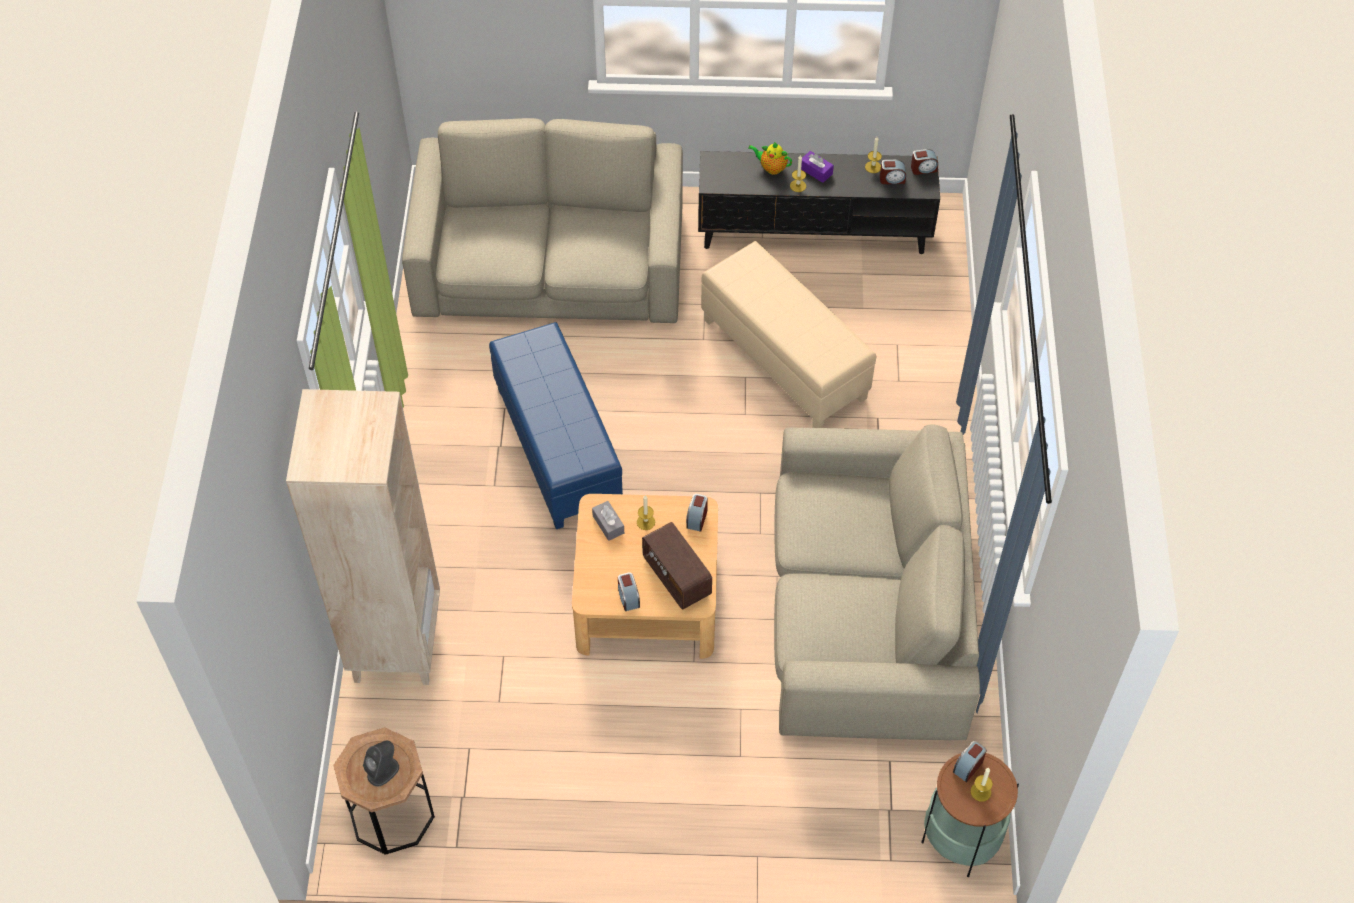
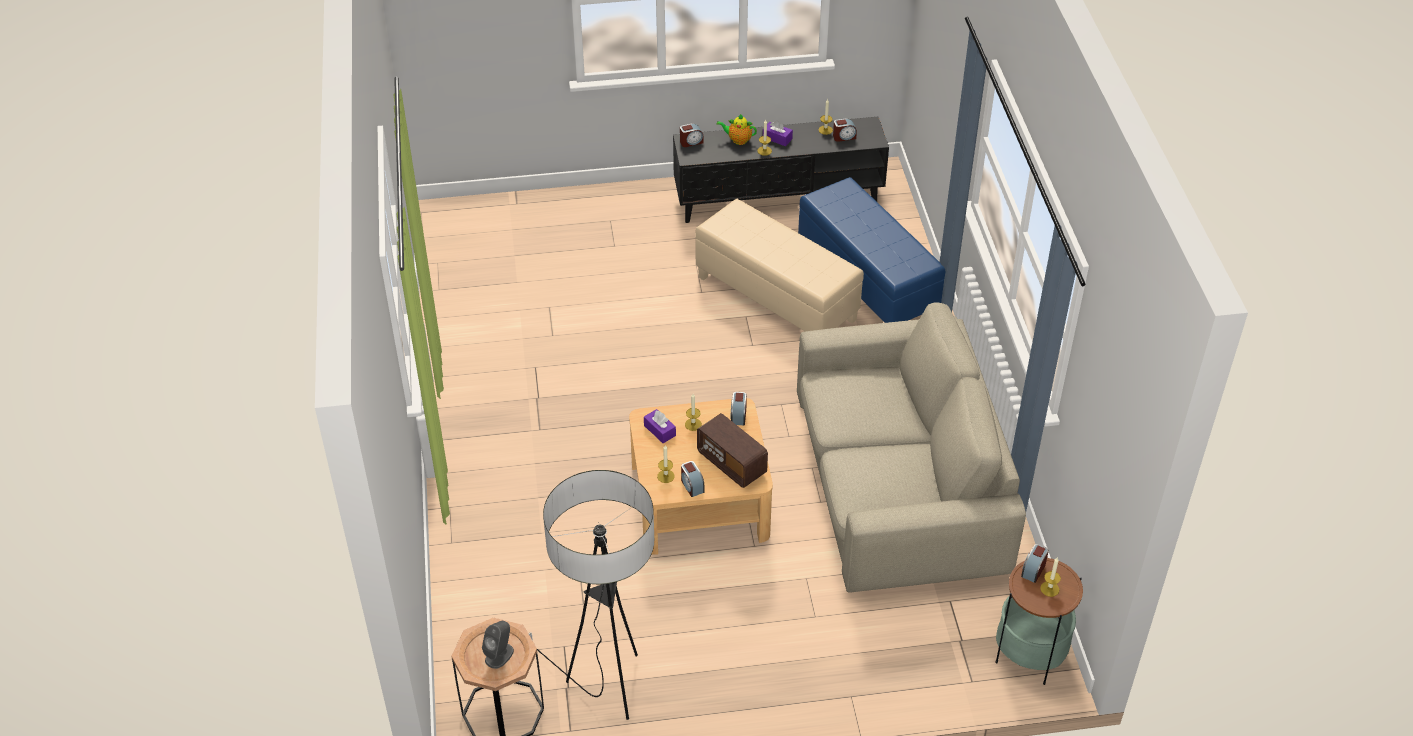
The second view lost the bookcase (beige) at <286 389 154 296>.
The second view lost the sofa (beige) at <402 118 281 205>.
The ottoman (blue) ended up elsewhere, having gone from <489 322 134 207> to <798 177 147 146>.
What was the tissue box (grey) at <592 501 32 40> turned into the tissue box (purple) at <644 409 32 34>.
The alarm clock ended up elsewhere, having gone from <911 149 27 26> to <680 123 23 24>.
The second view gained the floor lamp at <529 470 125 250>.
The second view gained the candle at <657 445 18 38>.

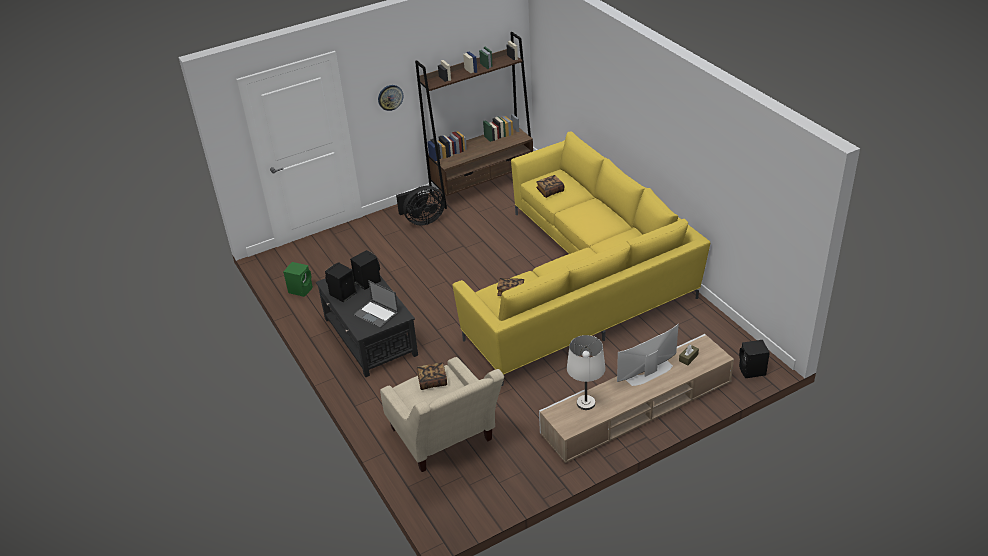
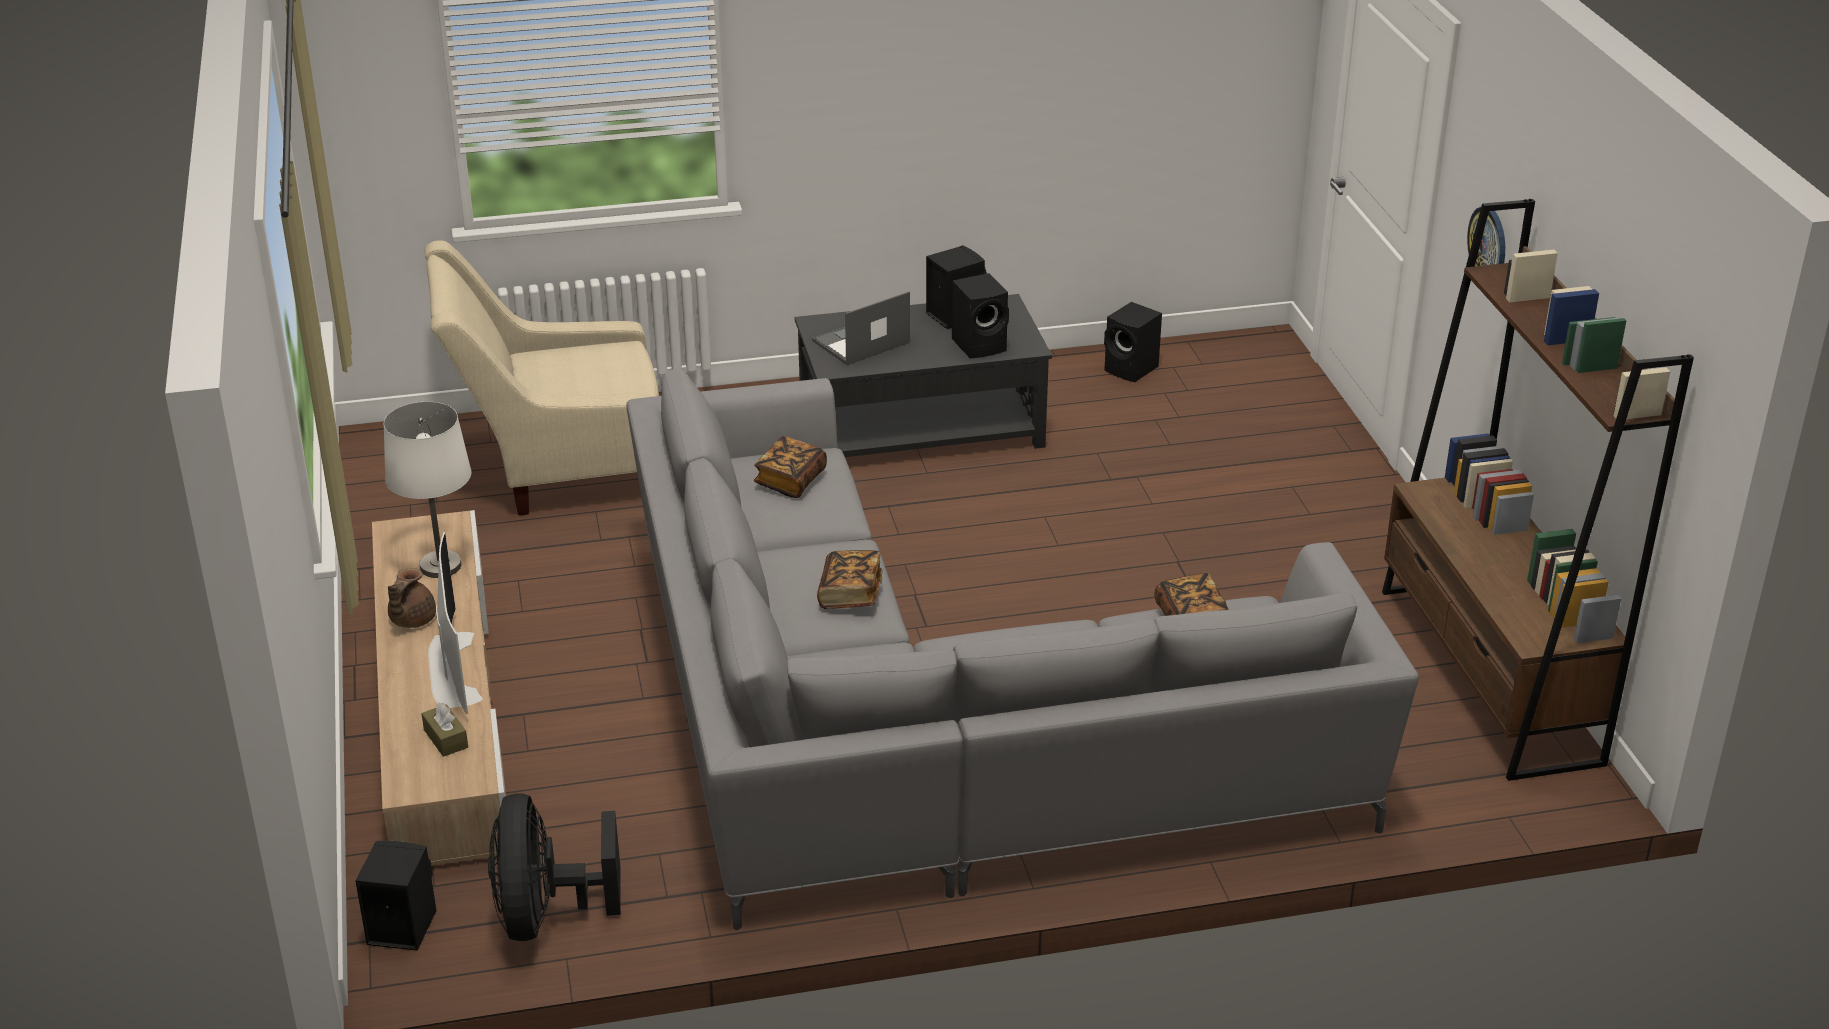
What was the speaker (green) at <283 262 30 35> turned into the speaker (black) at <1104 302 58 80>.
The fan (black) ended up elsewhere, having gone from <396 186 49 40> to <488 793 133 148>.
The book ended up elsewhere, having gone from <416 362 31 28> to <817 550 66 59>.
What was the sofa (yellow) at <452 132 258 254> turned into the sofa (grey) at <626 368 793 562>.
The second view gained the teapot (brown) at <388 568 48 60>.

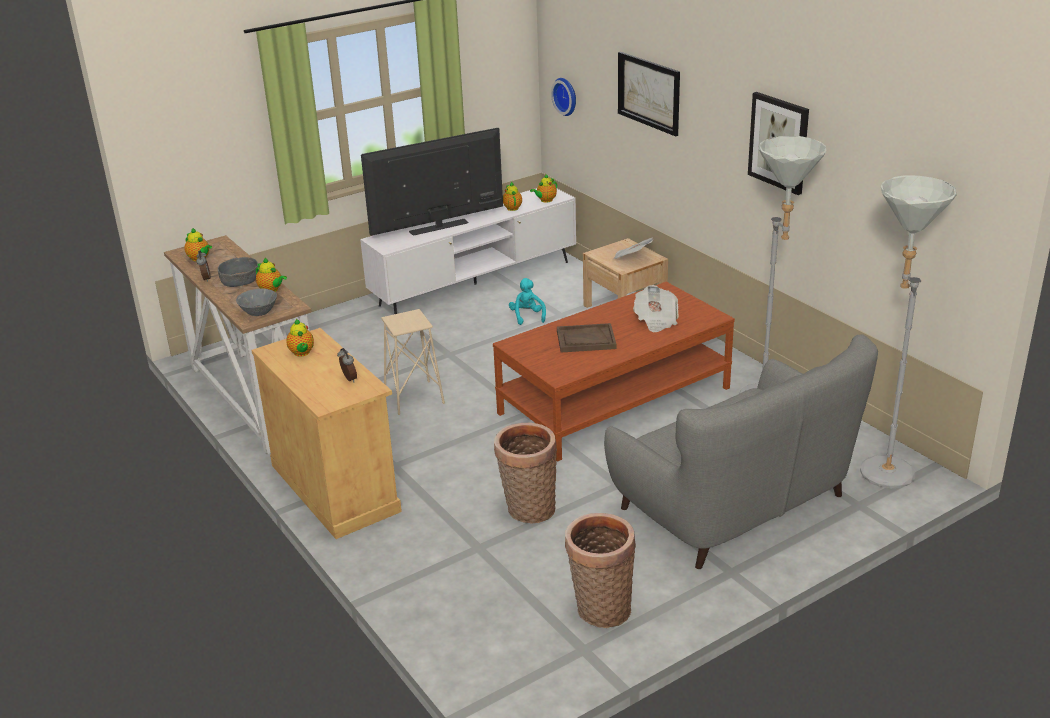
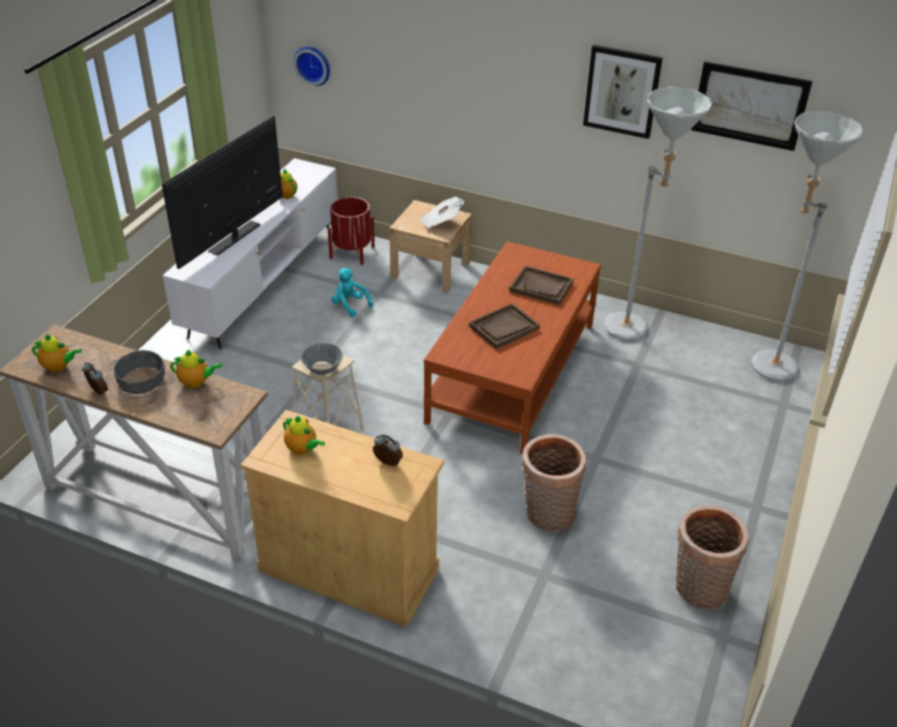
The bowl (grey) ended up elsewhere, having gone from <236 288 41 28> to <301 343 42 32>.
The second view lost the teapot at <530 174 27 29>.
The second view lost the sofa (grey) at <604 334 274 235>.
The picture ended up elsewhere, having gone from <618 52 62 85> to <691 62 122 89>.
Where the newspaper stood at <633 285 46 47>, the tray (brown) came to stand at <509 266 65 39>.
The second view gained the planter (red) at <328 197 47 68>.

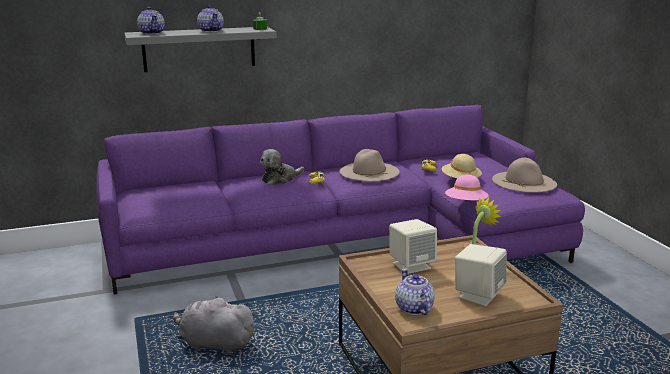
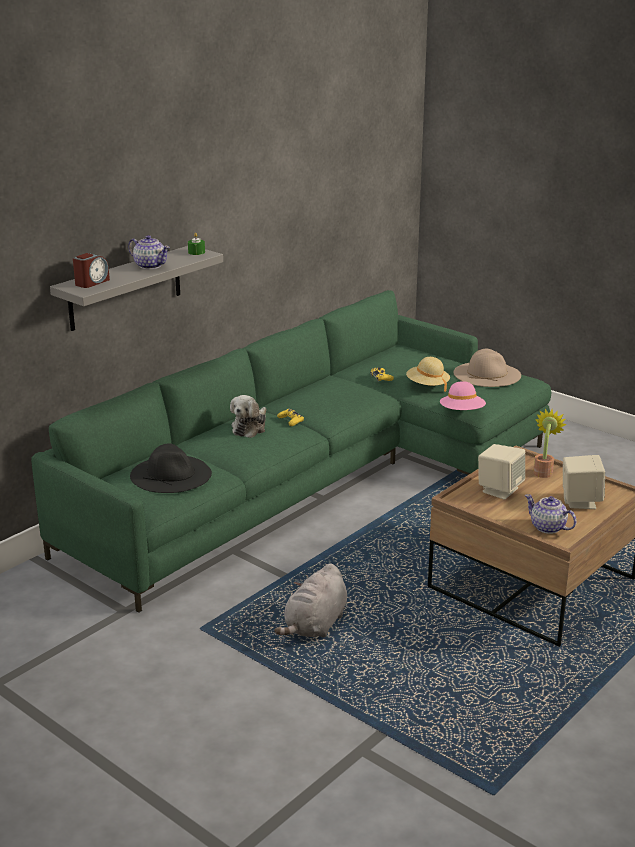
What was the sofa (purple) at <96 105 489 189> turned into the sofa (green) at <31 290 520 323>.
Where the teapot stood at <137 7 28 28>, the alarm clock came to stand at <73 253 37 35>.
The plush toy (grey) at <173 296 84 59> ended up facing another way, 45 degrees counterclockwise from before.
The second view lost the hat (beige) at <340 149 60 32>.
The second view gained the hat (black) at <130 443 82 50>.

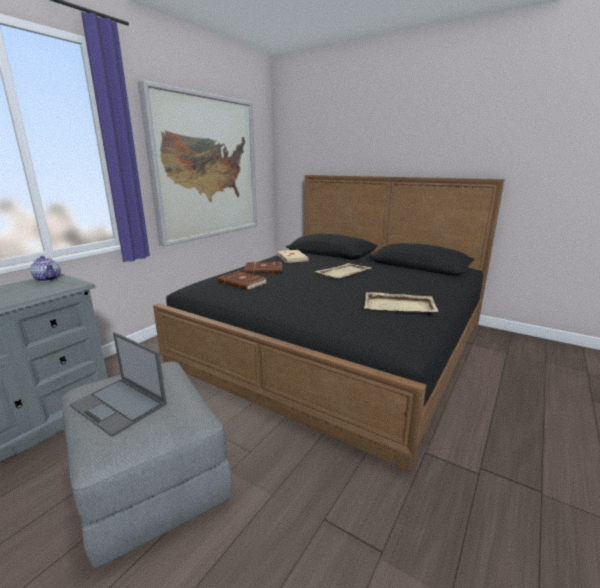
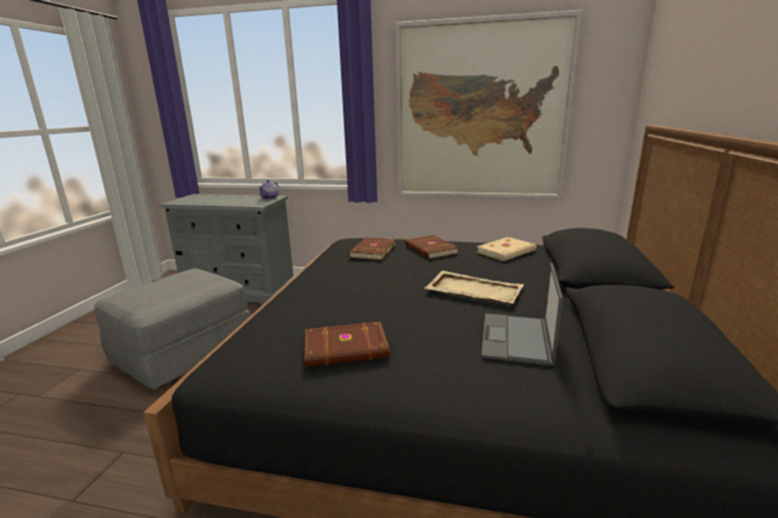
The laptop ended up elsewhere, having gone from <70 332 97 105> to <481 263 82 103>.
Where the tray (beige) stood at <364 292 75 20>, the book (brown) came to stand at <305 321 85 46>.

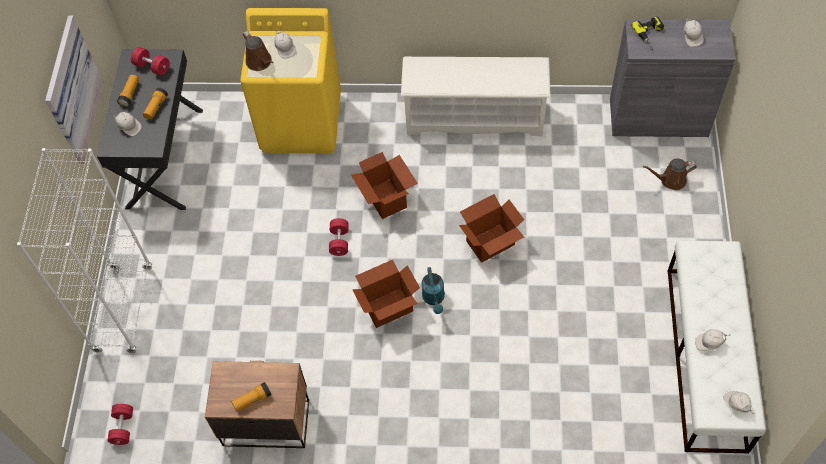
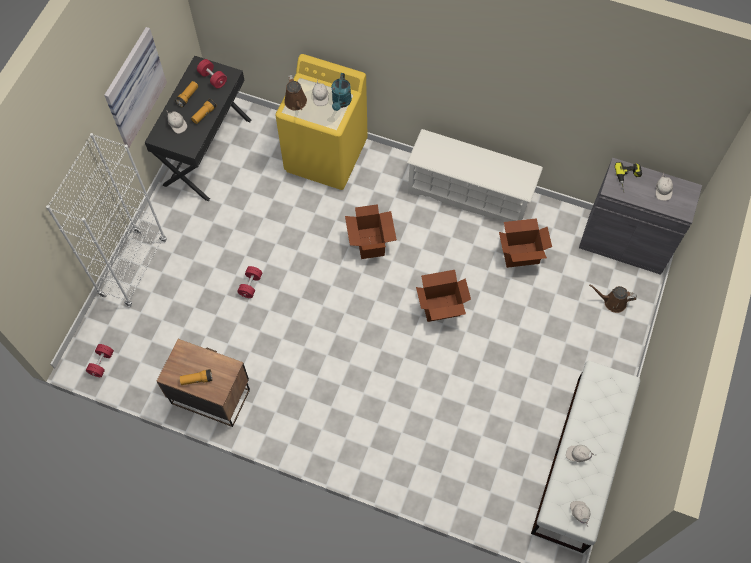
The dumbbell (red) ended up elsewhere, having gone from <329 218 20 38> to <237 266 25 32>.
The cardboard box ended up elsewhere, having gone from <352 259 68 69> to <499 218 53 50>.
The watering can (turquoise) ended up elsewhere, having gone from <421 267 24 47> to <331 73 21 38>.

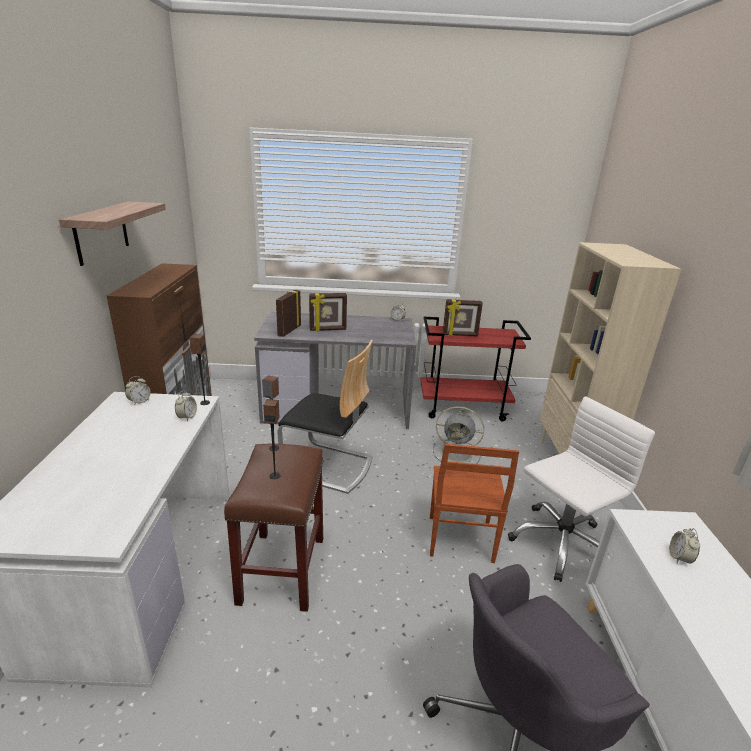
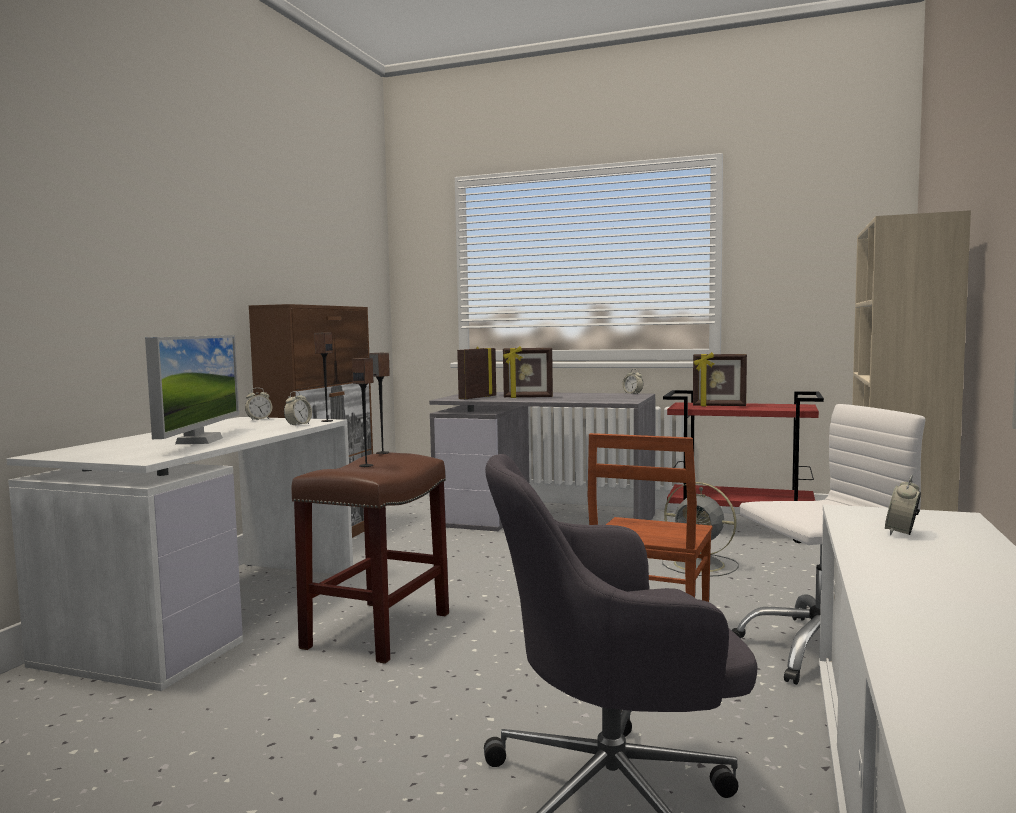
The second view lost the shelf at <59 202 107 64>.
The second view lost the chair at <277 340 96 154>.
The second view gained the monitor at <145 335 94 109>.

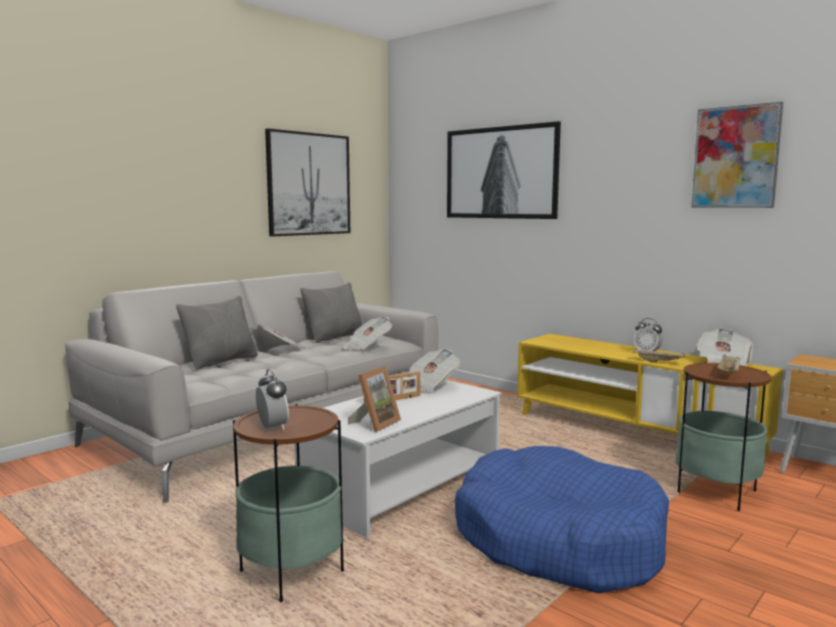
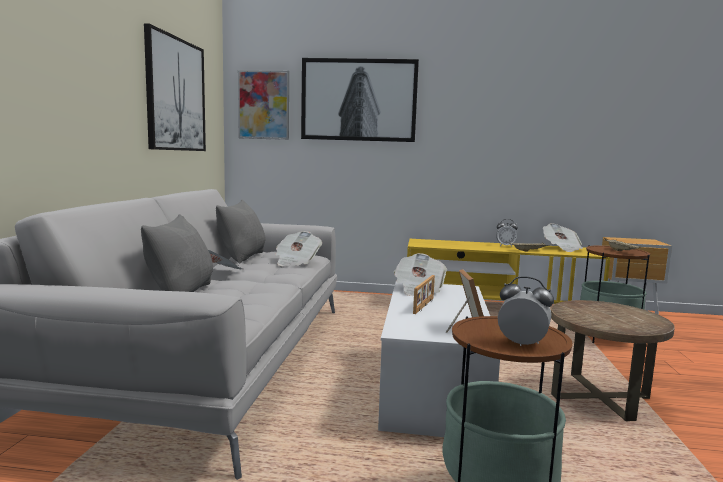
Where the dog bed (blue) stood at <455 446 214 147>, the side table (brown) came to stand at <551 300 124 121>.
The picture ended up elsewhere, having gone from <691 101 92 107> to <238 70 51 70>.

